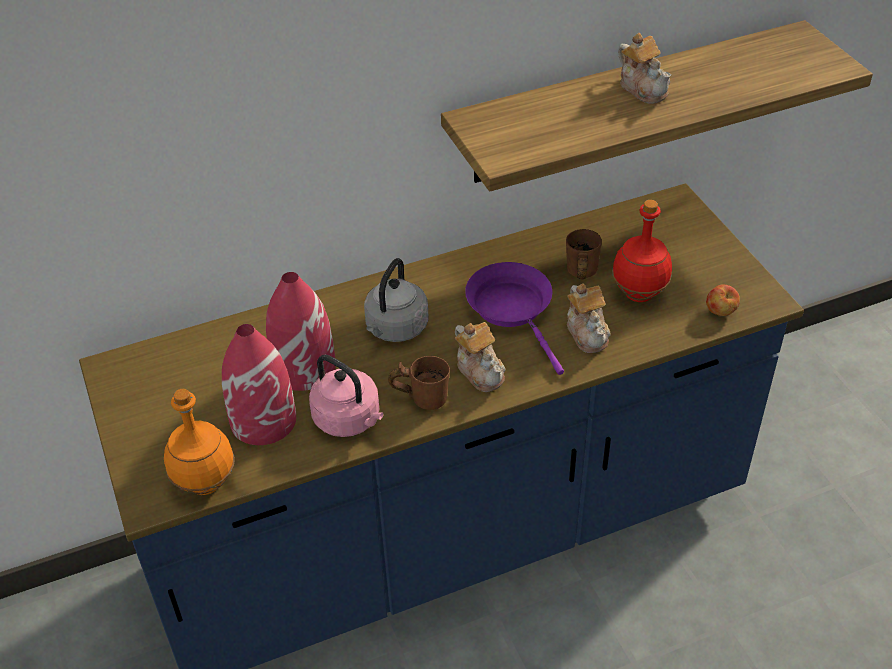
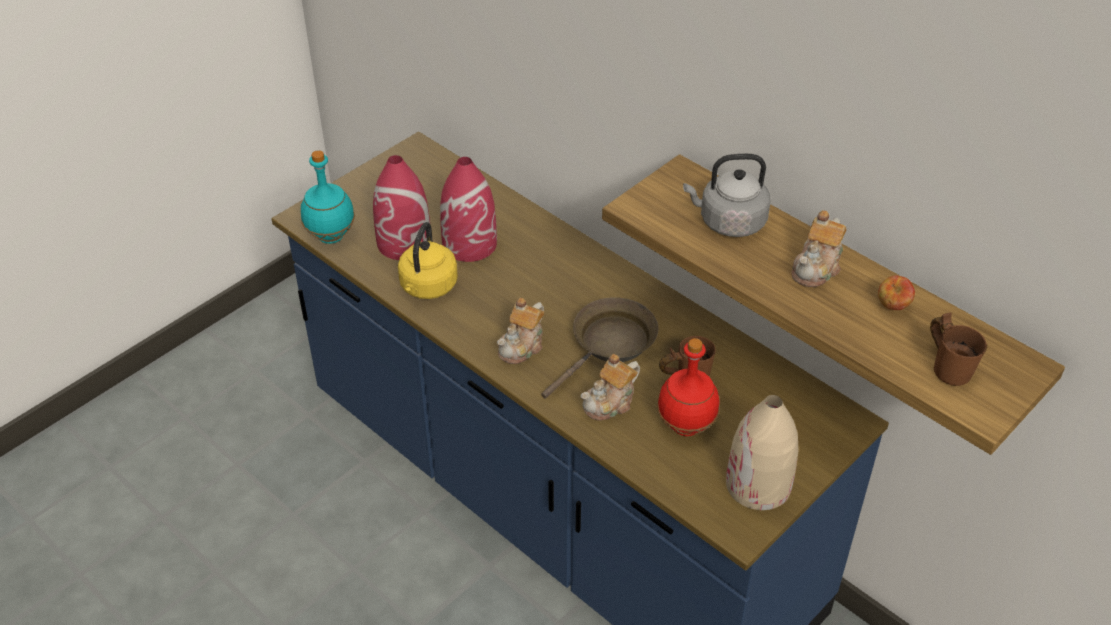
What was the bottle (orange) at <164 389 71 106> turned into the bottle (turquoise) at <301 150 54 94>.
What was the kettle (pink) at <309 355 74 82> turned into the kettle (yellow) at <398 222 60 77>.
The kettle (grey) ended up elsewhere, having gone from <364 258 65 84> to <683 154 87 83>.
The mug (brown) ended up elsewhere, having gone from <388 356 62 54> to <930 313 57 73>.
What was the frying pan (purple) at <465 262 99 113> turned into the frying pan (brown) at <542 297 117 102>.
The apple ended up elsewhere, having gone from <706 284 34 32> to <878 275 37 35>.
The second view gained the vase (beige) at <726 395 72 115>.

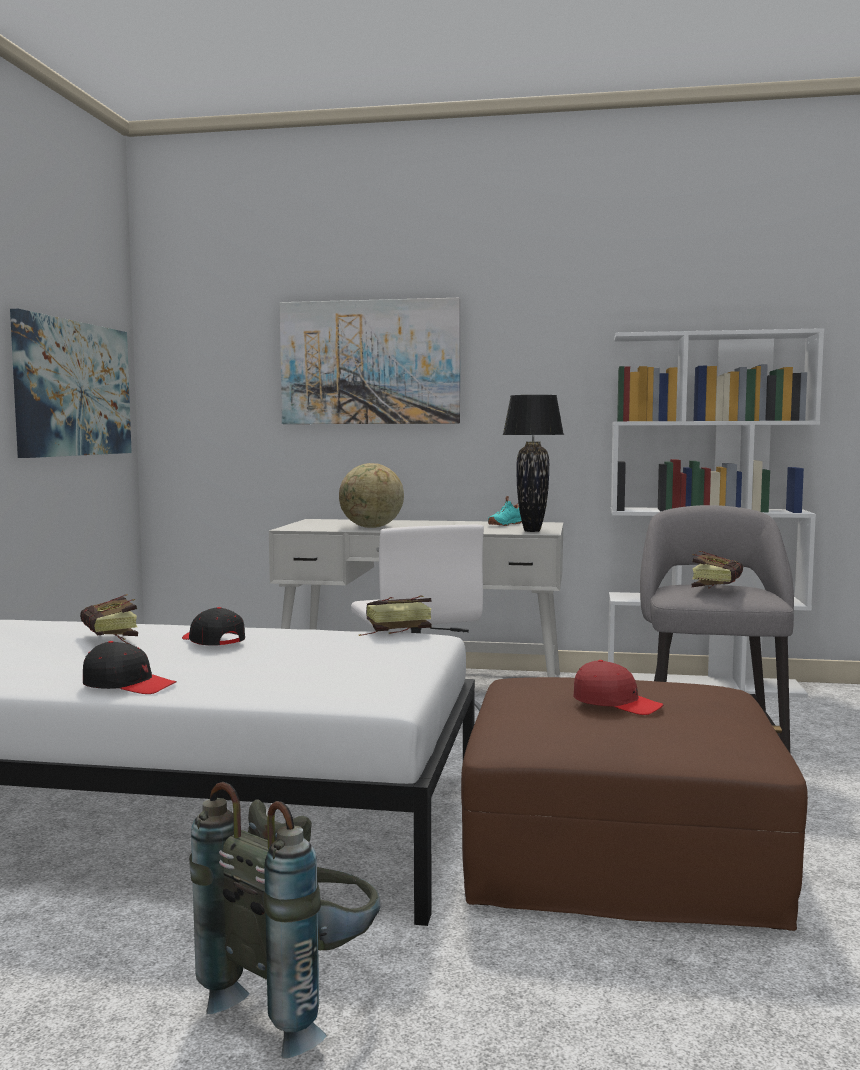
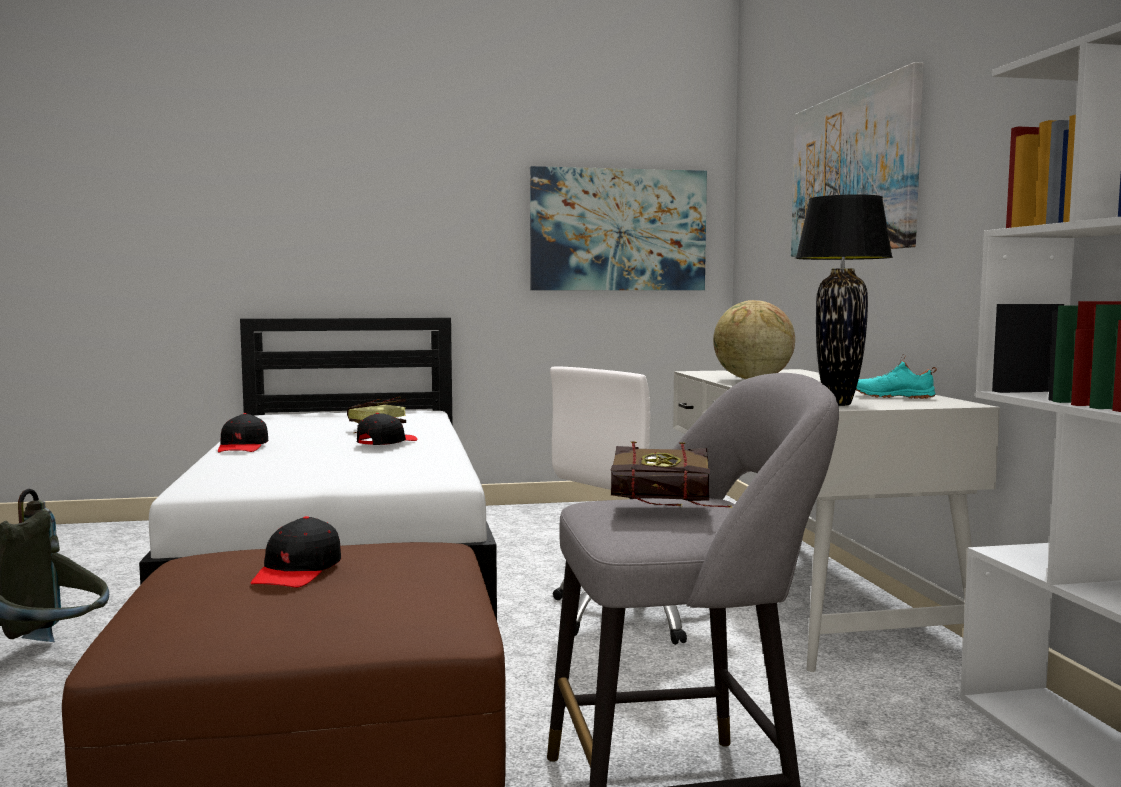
The second view lost the book at <359 595 73 41>.
What was the cap (red) at <573 660 91 55> turned into the cap (black) at <250 516 91 72>.

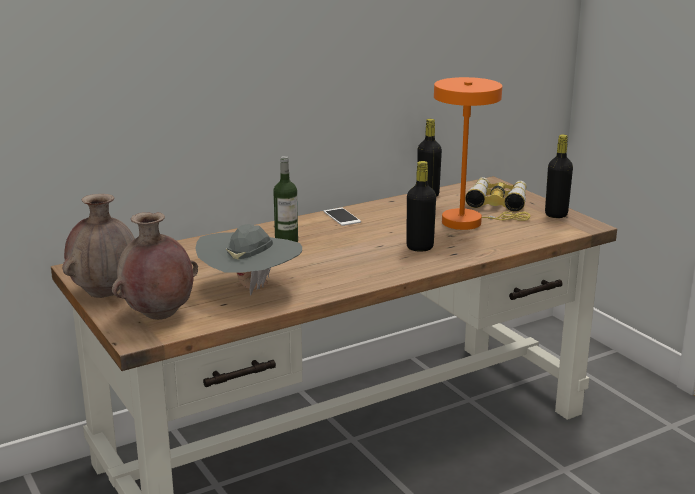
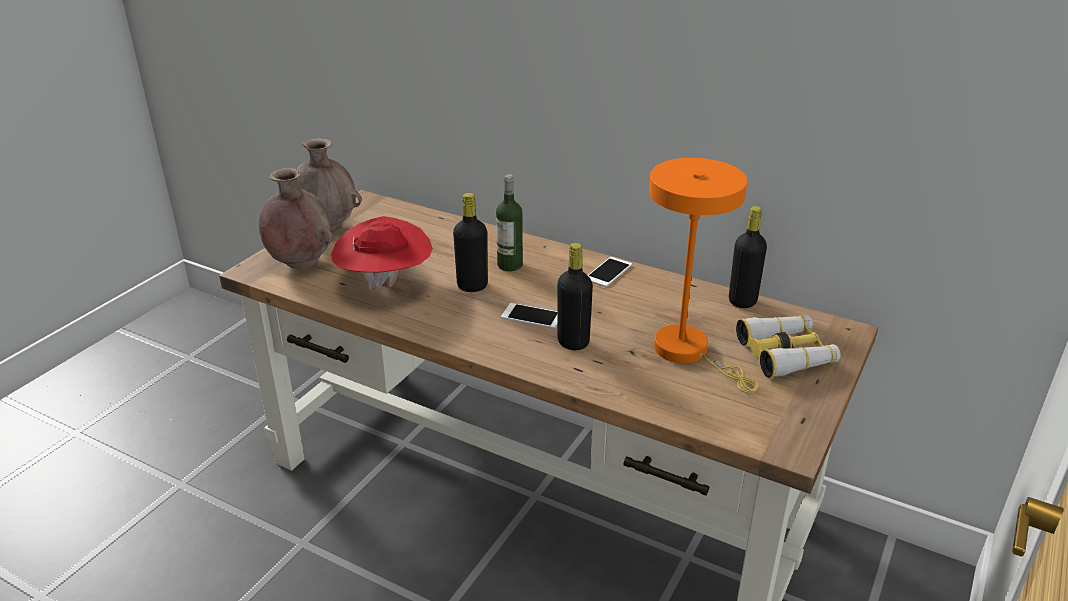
What was the hat (grey) at <195 224 107 72> turned into the hat (red) at <331 216 102 74>.
The bottle (black) ended up elsewhere, having gone from <545 134 28 84> to <453 193 35 99>.
The second view gained the phone at <501 303 56 25>.

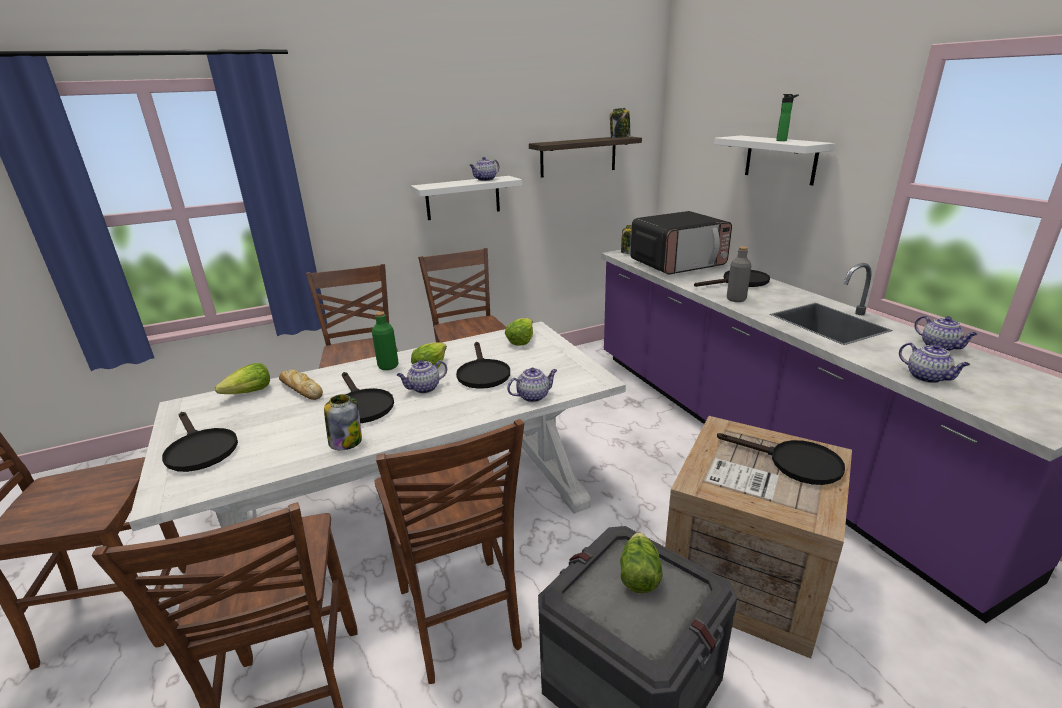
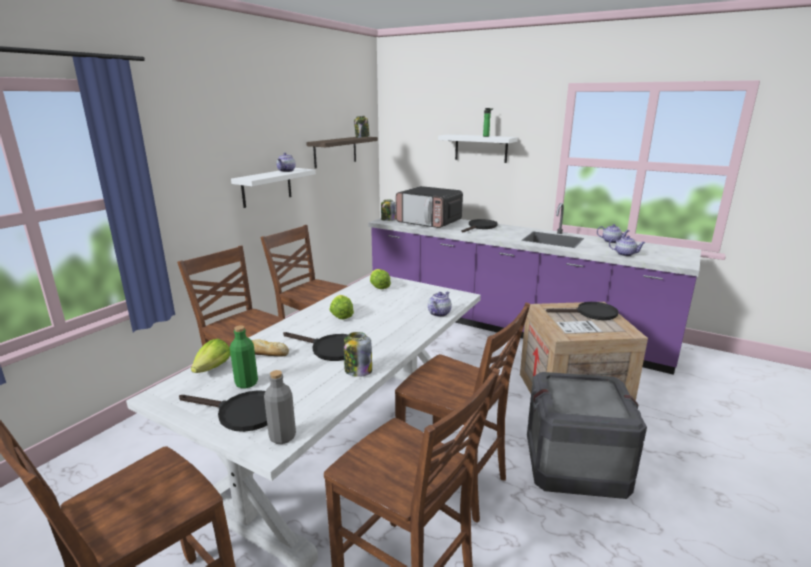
The bottle (green) ended up elsewhere, having gone from <372 311 27 59> to <230 325 28 63>.
The second view lost the teapot at <396 360 51 33>.
The second view lost the frying pan (black) at <456 342 54 47>.
The second view lost the lettuce at <620 532 42 61>.
The microwave at <630 211 102 64> ended up facing another way, 90 degrees clockwise from before.
The bottle (grey) ended up elsewhere, having gone from <727 246 24 56> to <264 370 32 74>.

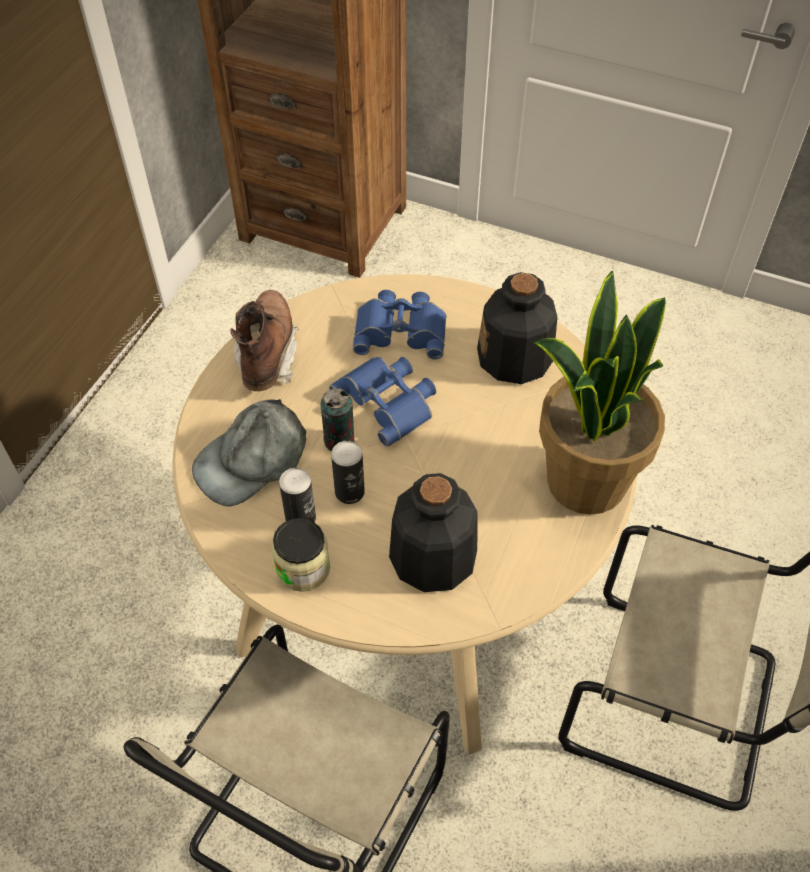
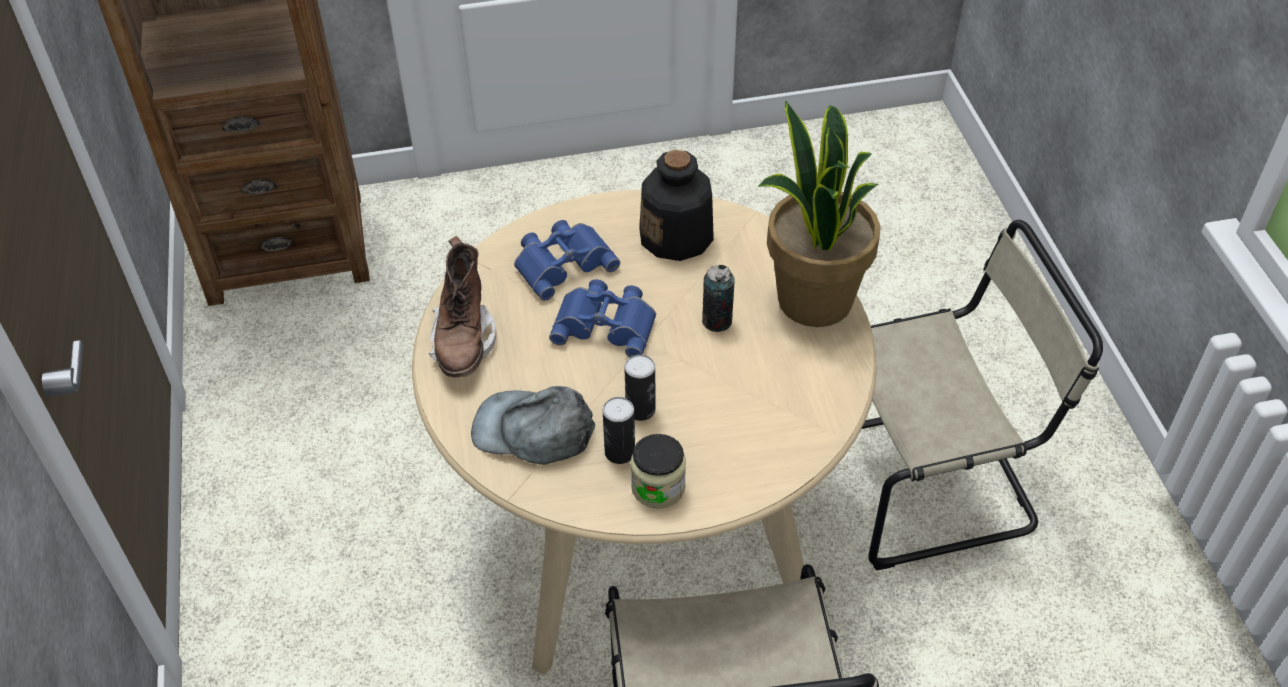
The cap (grey) at <192 399 114 107> ended up facing another way, 90 degrees clockwise from before.
The boot (brown) at <230 290 69 101> ended up facing another way, 150 degrees counterclockwise from before.
The can ended up elsewhere, having gone from <321 388 33 63> to <702 265 33 67>.
The second view lost the bottle at <389 473 89 119>.

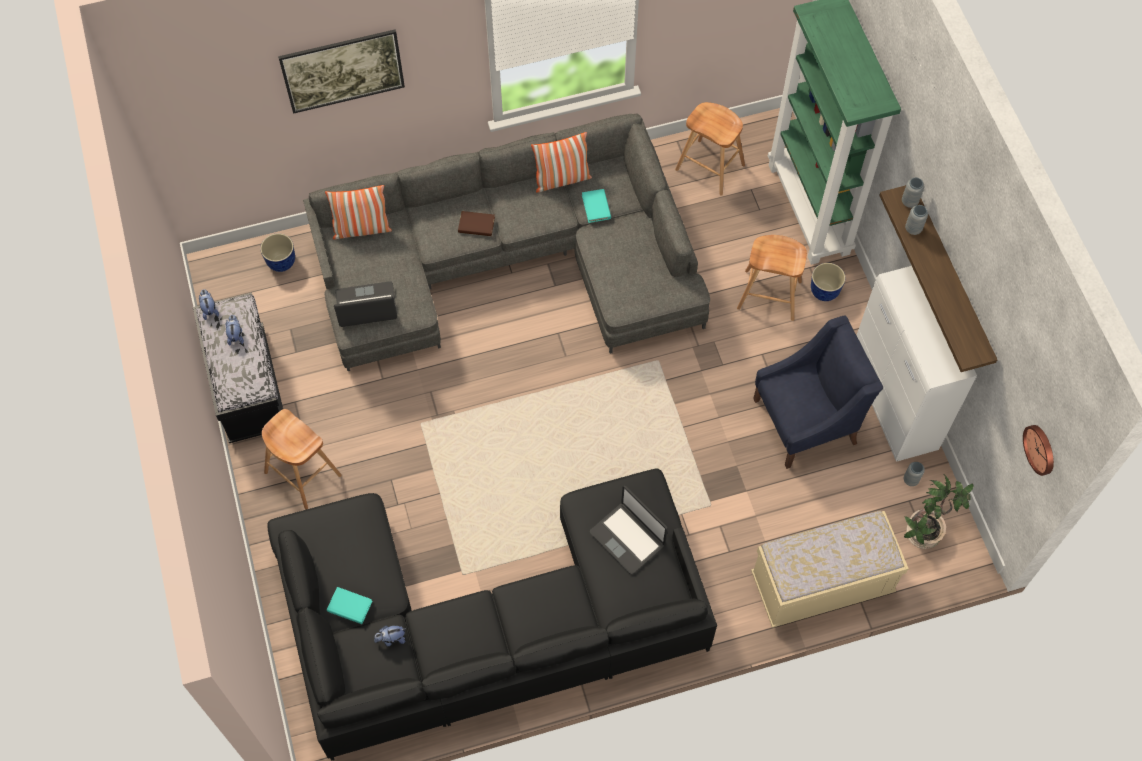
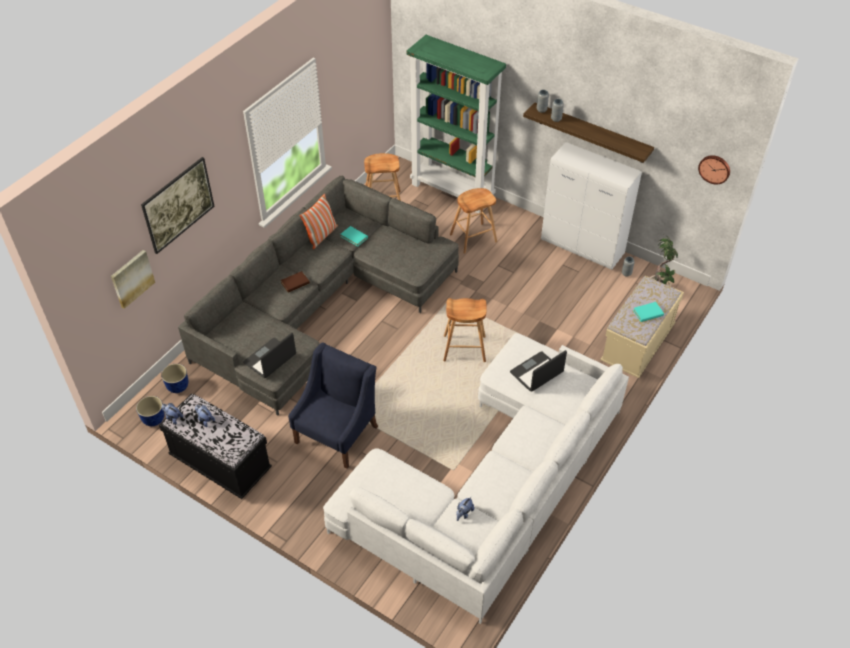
The stool (brown) ended up elsewhere, having gone from <262 409 80 100> to <443 298 44 64>.
What was the sofa (black) at <267 468 450 293> turned into the sofa (white) at <323 333 306 291>.
The second view lost the pillow at <325 185 67 54>.
The book (turquoise) ended up elsewhere, having gone from <327 587 45 37> to <633 302 31 20>.
The laptop at <590 486 78 88> ended up facing another way, 135 degrees clockwise from before.
The armchair (blue) ended up elsewhere, having gone from <753 316 130 153> to <288 342 90 127>.
The planter ended up elsewhere, having gone from <811 263 34 38> to <136 396 29 30>.
The second view gained the picture at <111 250 44 59>.

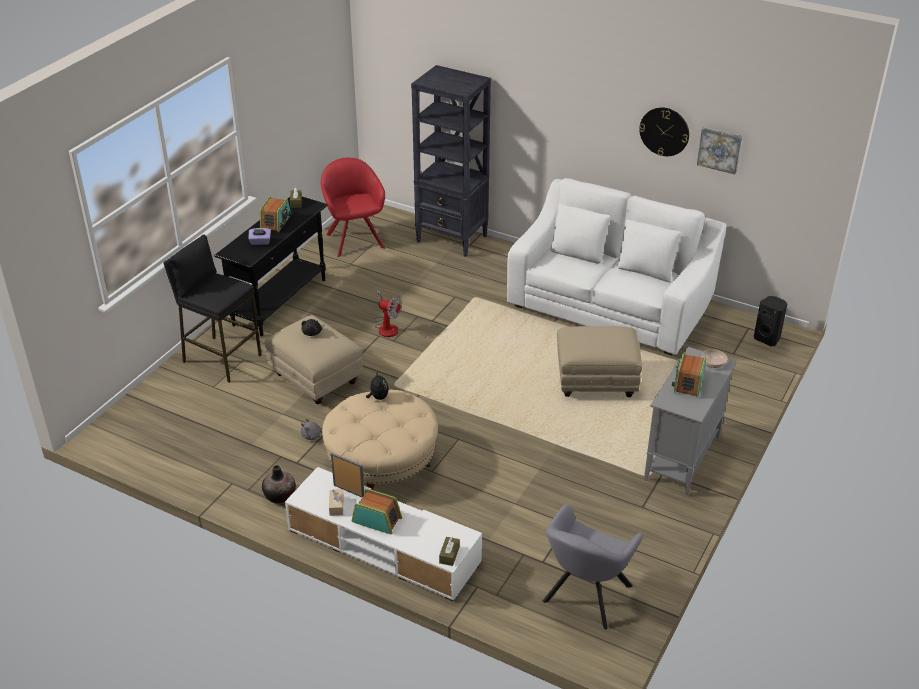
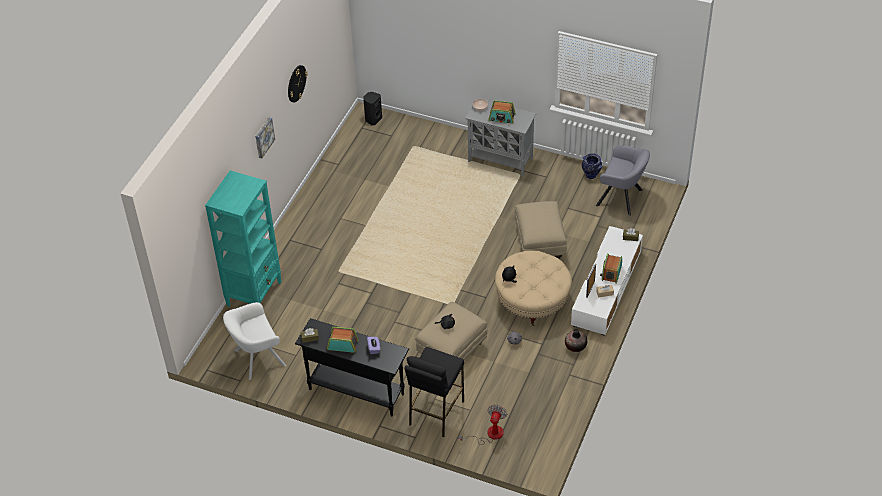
What was the armchair (red) at <321 158 64 99> turned into the armchair (white) at <223 302 63 78>.
The fan ended up elsewhere, having gone from <374 288 28 49> to <458 405 49 40>.
What was the bookcase (black) at <411 65 80 192> turned into the bookcase (turquoise) at <205 171 77 136>.
The second view lost the sofa (white) at <507 178 220 177>.
The ottoman (beige) ended up elsewhere, having gone from <557 326 85 71> to <515 201 52 58>.
The picture ended up elsewhere, having gone from <697 127 45 47> to <255 117 20 41>.
The second view gained the vase at <582 153 20 26>.

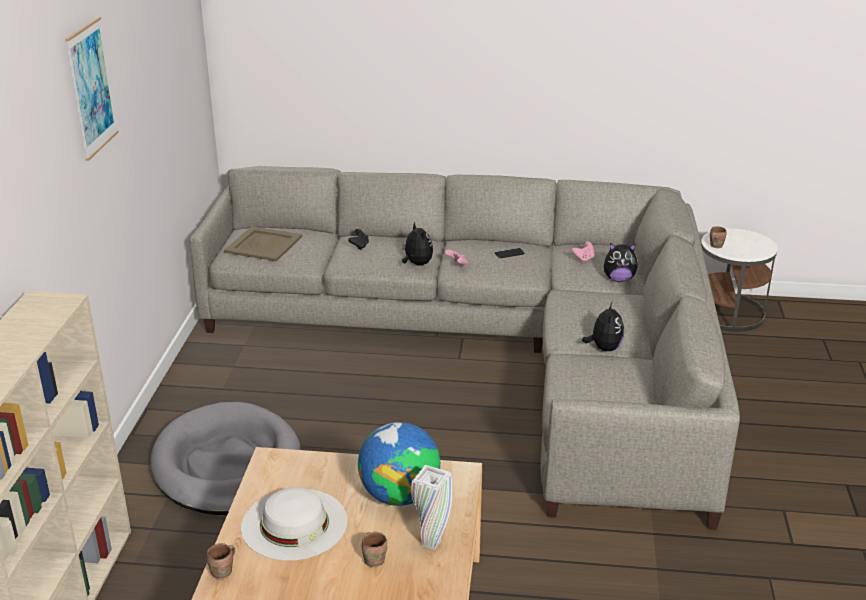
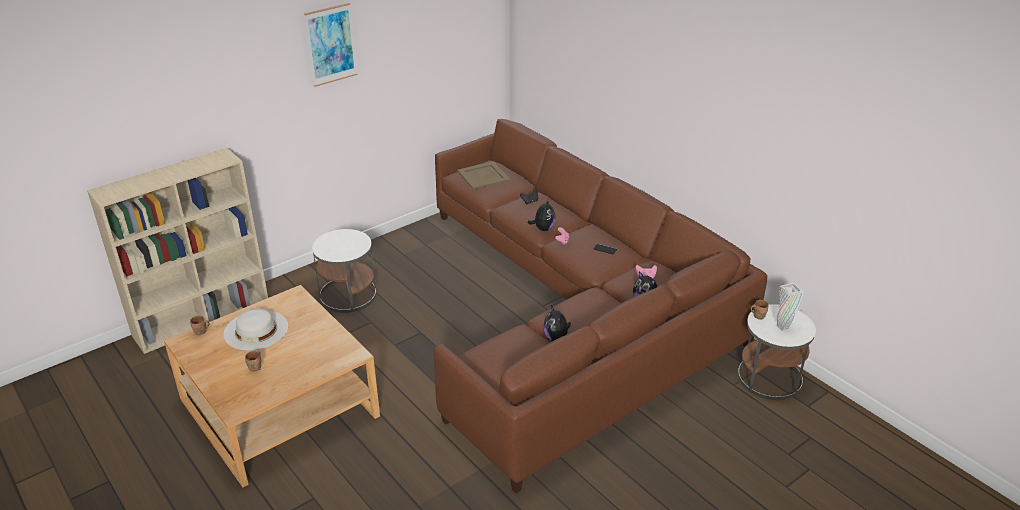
Where the dog bed (grey) stood at <151 402 150 113>, the side table (white) came to stand at <312 229 64 84>.
What was the sofa (grey) at <190 166 550 364> turned into the sofa (brown) at <434 119 333 374>.
The second view lost the globe at <358 422 82 84>.
The vase (white) ended up elsewhere, having gone from <411 465 41 85> to <776 283 27 48>.
The plush toy at <582 302 42 49> ended up facing another way, 105 degrees clockwise from before.

